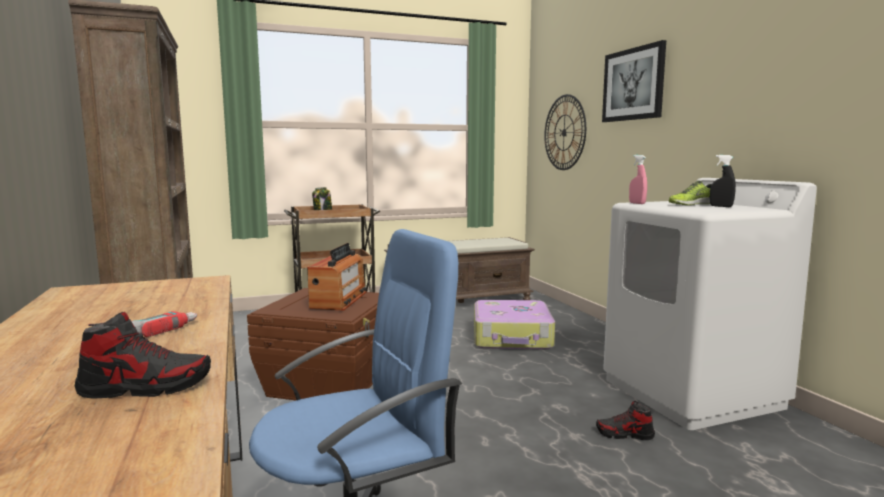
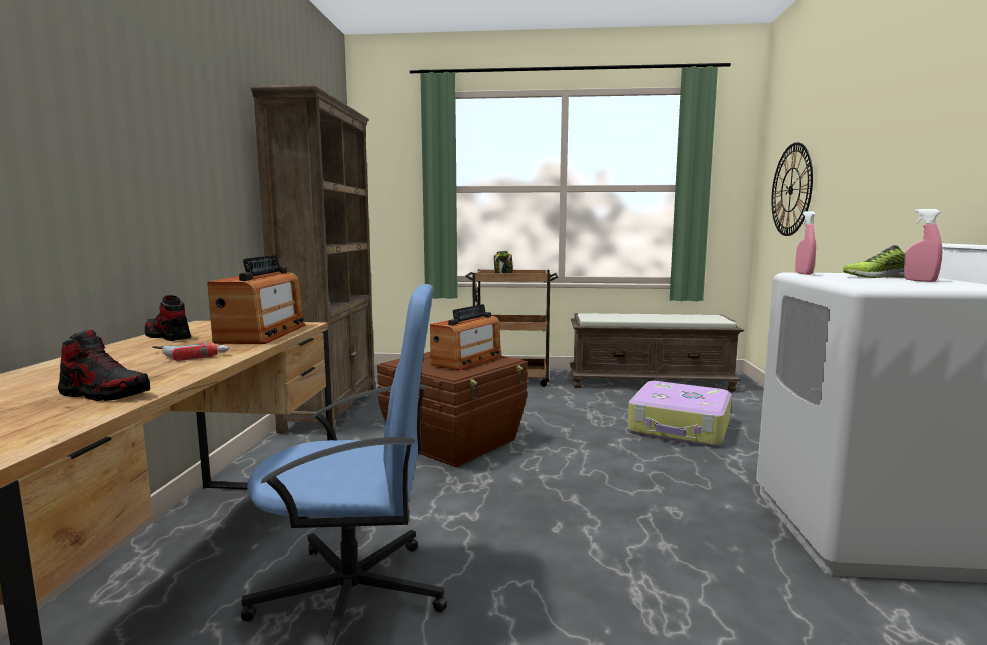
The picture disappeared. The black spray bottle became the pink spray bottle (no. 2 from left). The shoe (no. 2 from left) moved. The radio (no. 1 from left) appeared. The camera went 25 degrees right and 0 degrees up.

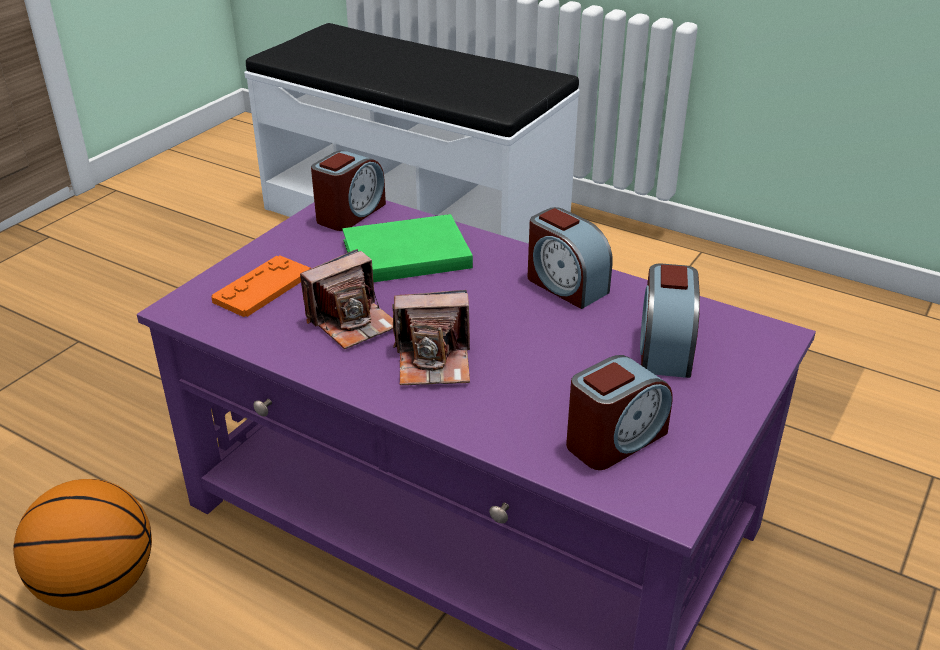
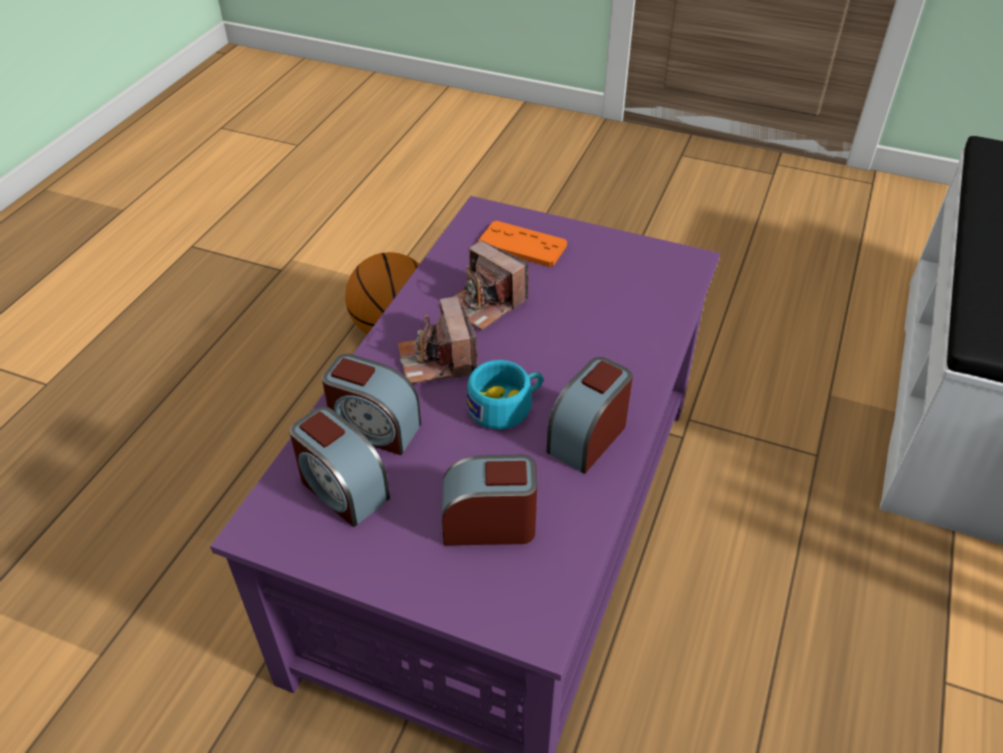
The alarm clock (no. 1 from left in the first image) moved. The green book disappeared. The turquoise cup appeared. The camera went 80 degrees right and 10 degrees up.

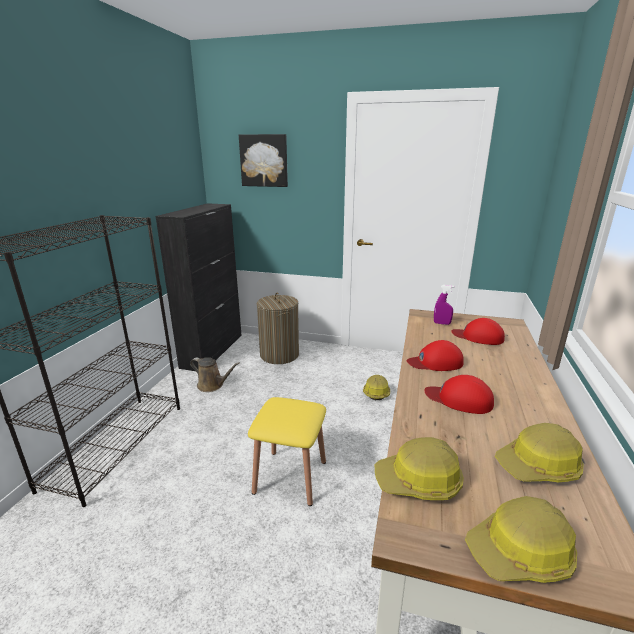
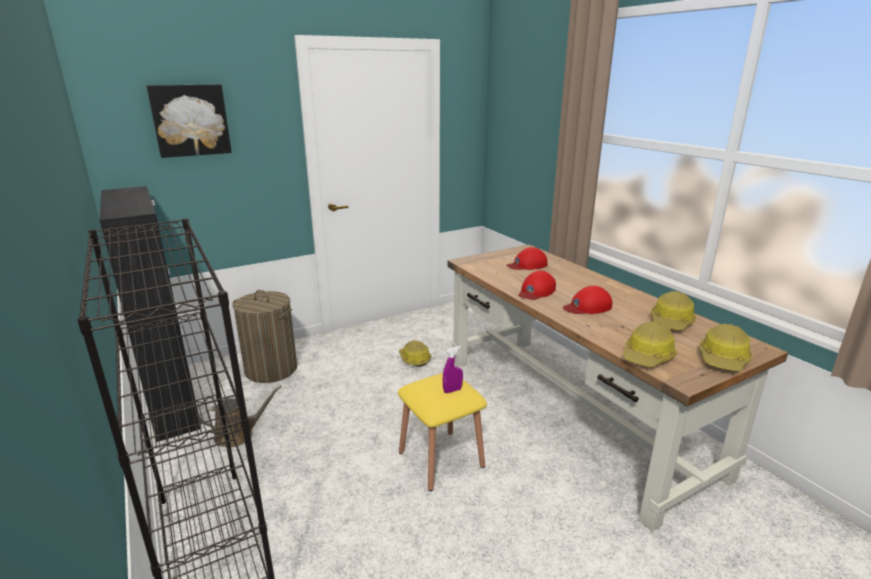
The purple spray bottle moved. The camera went 45 degrees left and 0 degrees up.

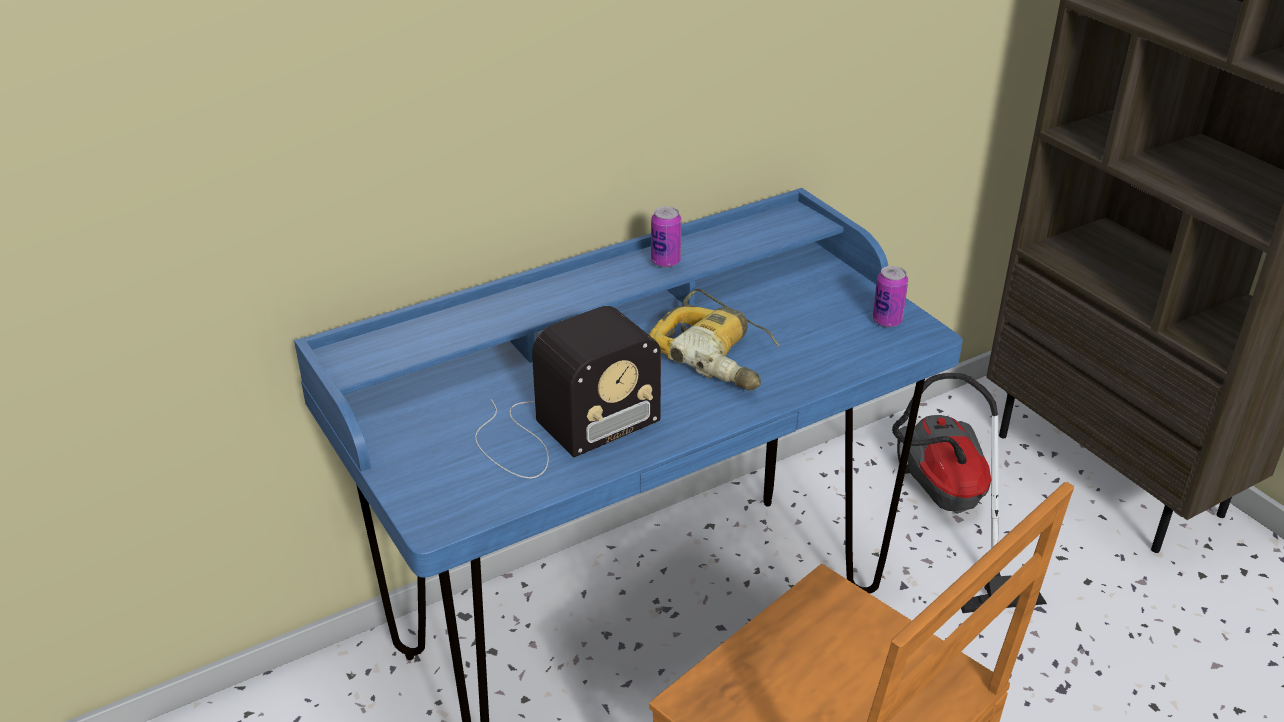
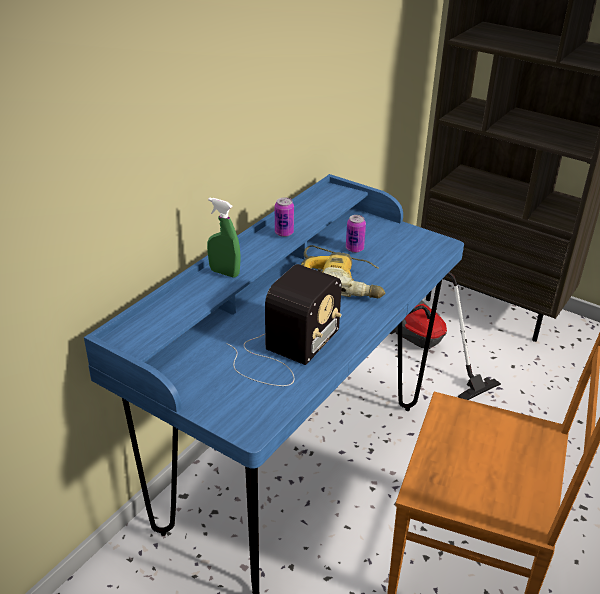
The can (no. 2 from left) moved. The green spray bottle appeared. The camera went 25 degrees left and 0 degrees up.

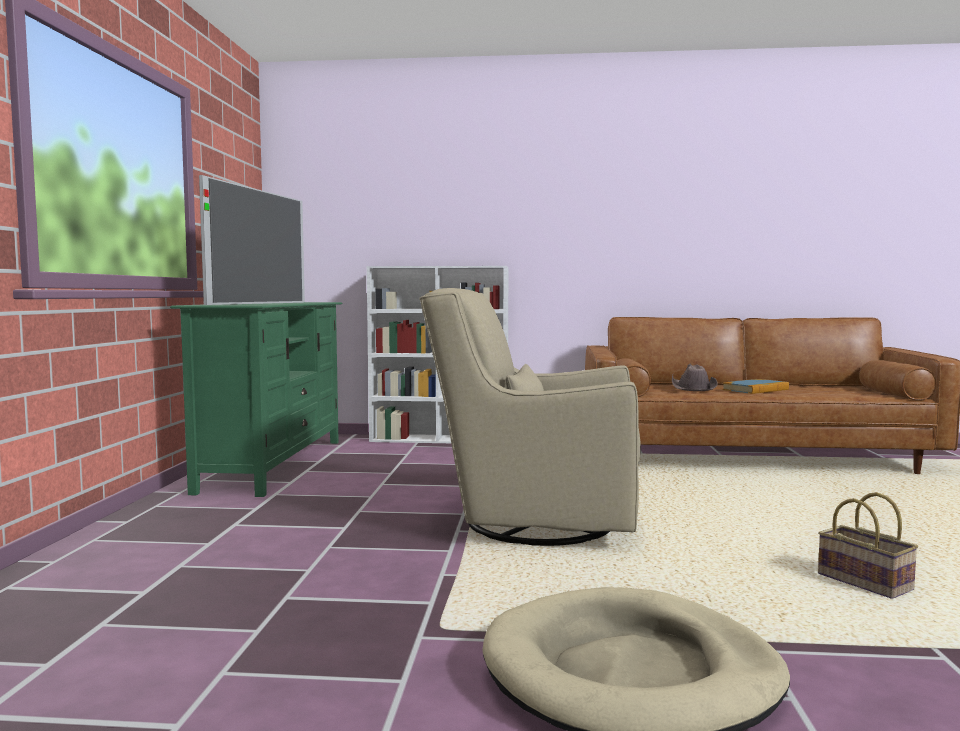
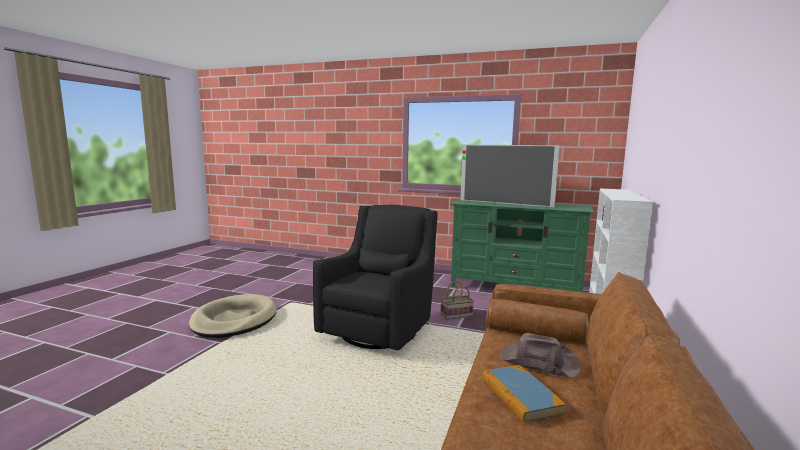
The beige armchair became the black armchair. The basket moved. The camera went 105 degrees right and 5 degrees up.

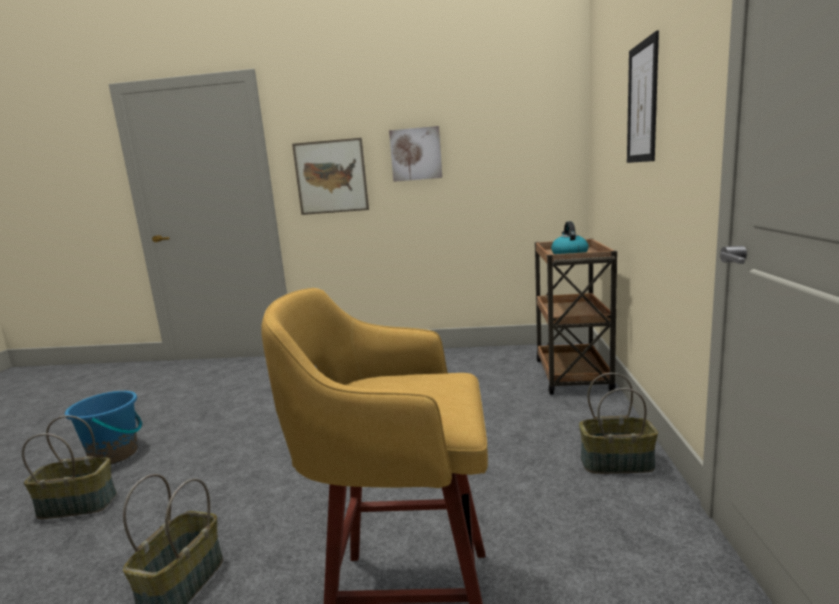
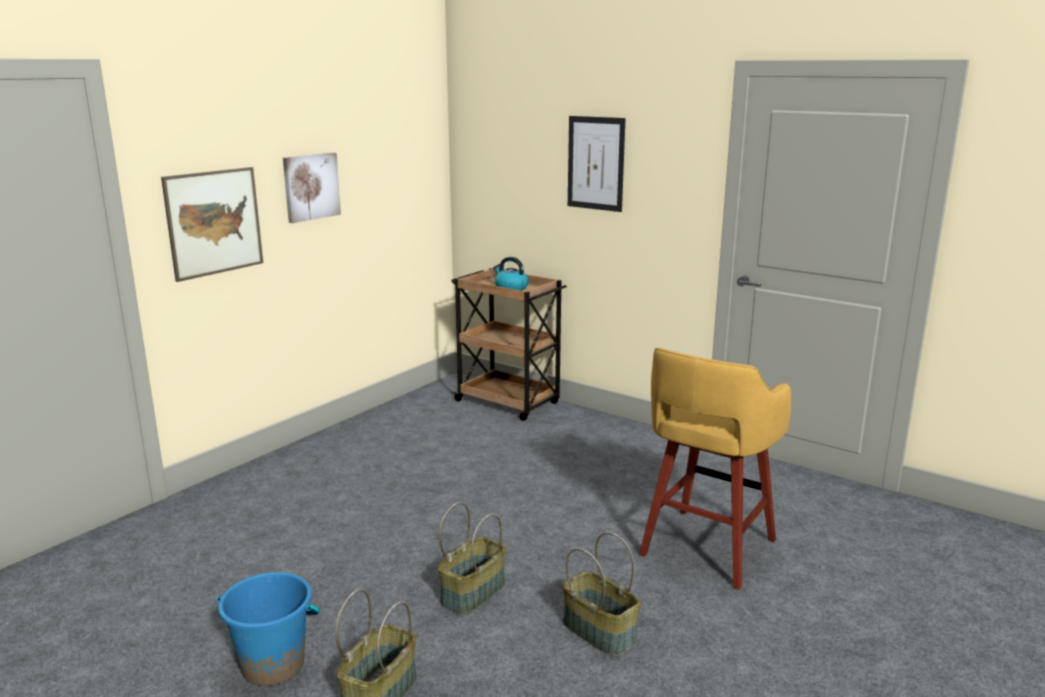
The basket (no. 3 from left in the first image) moved. The camera went 60 degrees left and 5 degrees up.

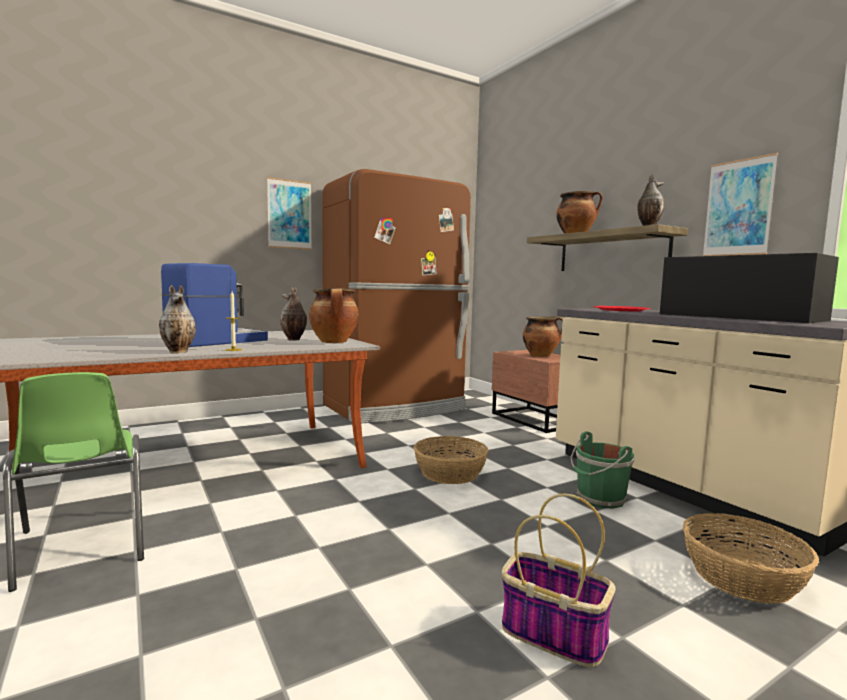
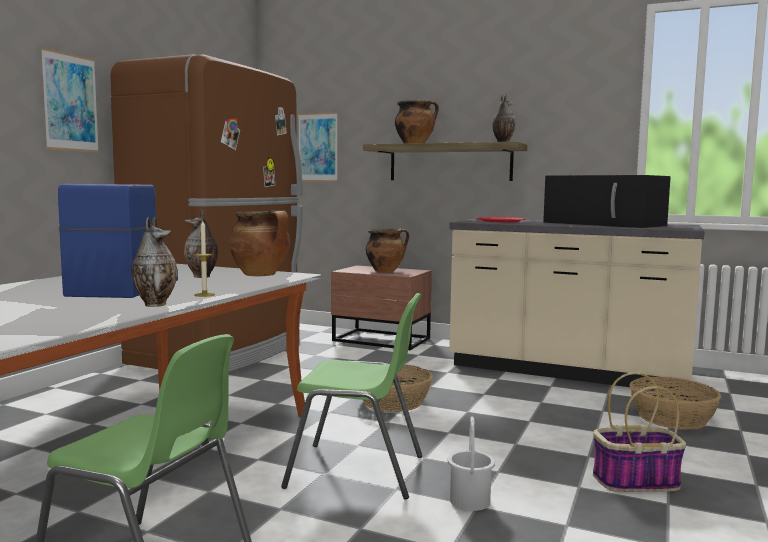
The picture (no. 2 from left) moved. The black microwave turned 150 degrees counterclockwise. The green bucket disappeared. The green chair (no. 2 from left) appeared. The white bucket appeared. The camera went 35 degrees left and 0 degrees up.

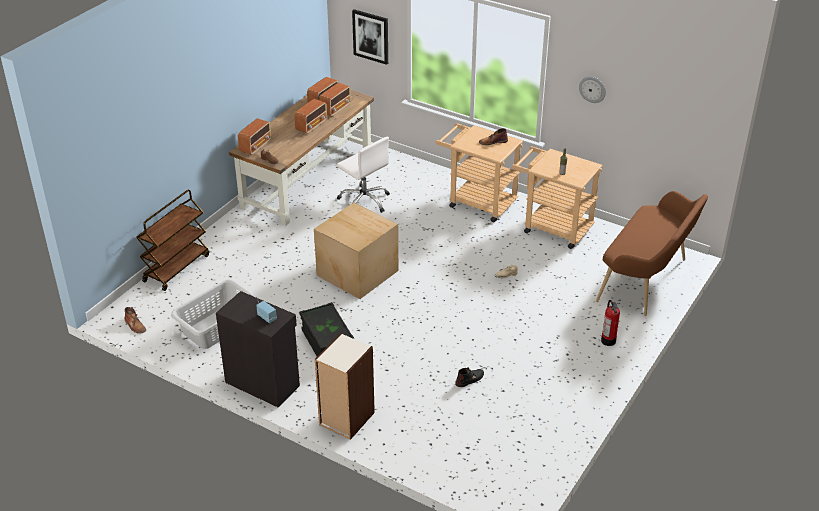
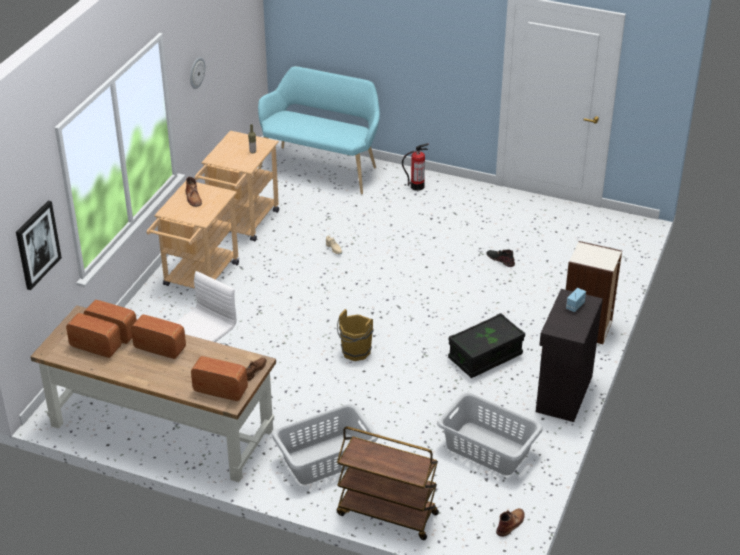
The brown bench became the turquoise bench. The cardboard box was replaced by the brown bucket. The grey laundry basket (no. 1 from left) appeared. The camera went 100 degrees left and 0 degrees up.

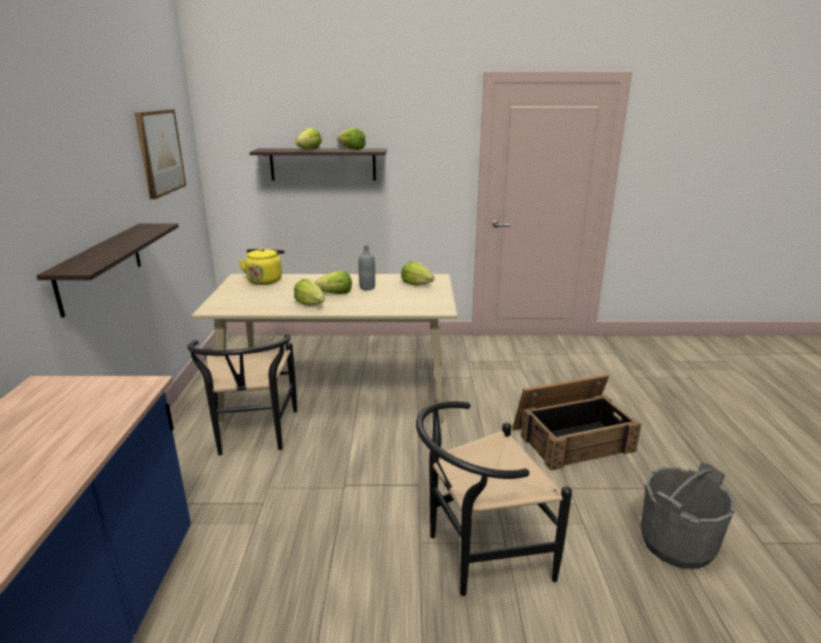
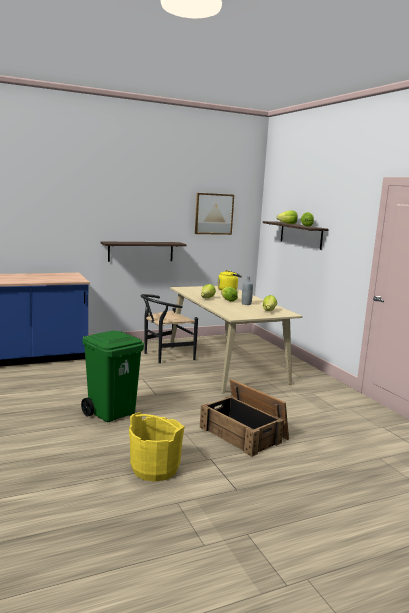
The black chair (no. 2 from left) was replaced by the green trash can. The grey bucket became the yellow bucket. The camera went 65 degrees right and 10 degrees down.

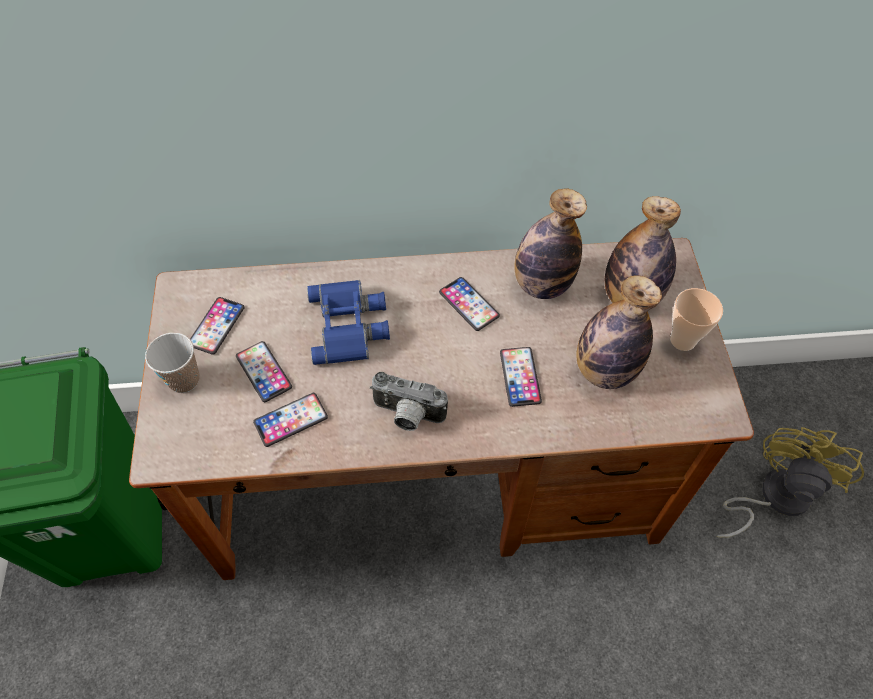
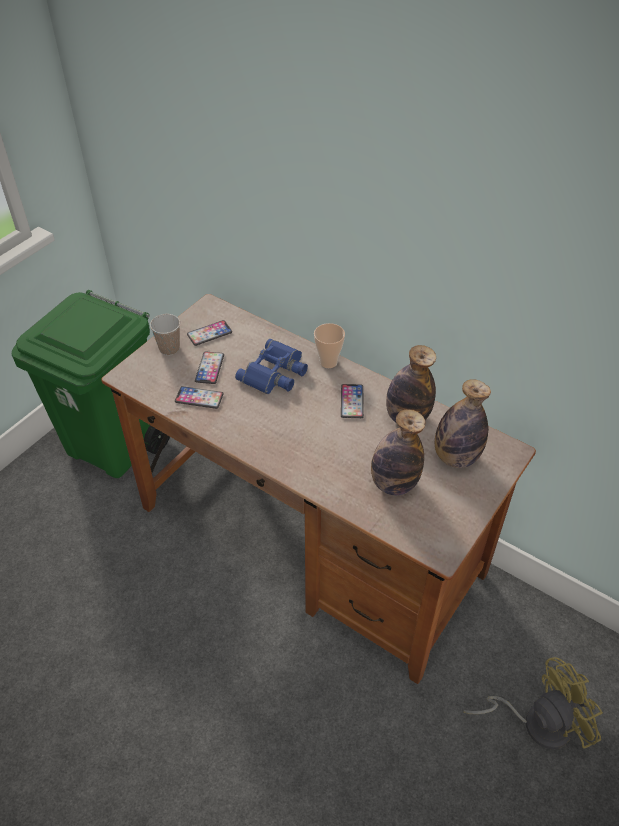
The cup (no. 2 from left) moved. The phone (no. 5 from left) disappeared. The photo camera disappeared. The camera went 40 degrees right and 10 degrees down.

